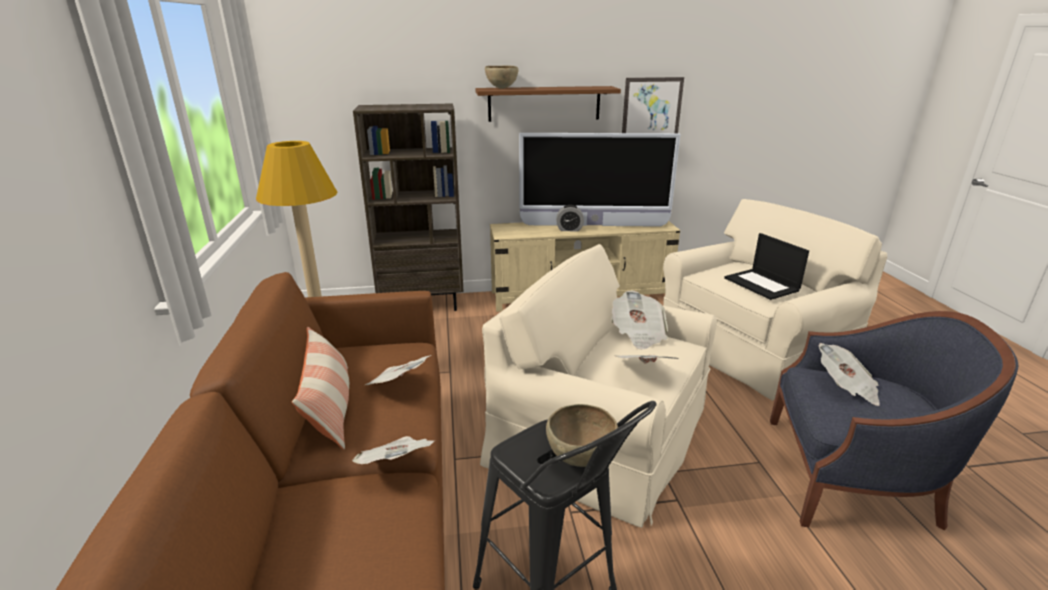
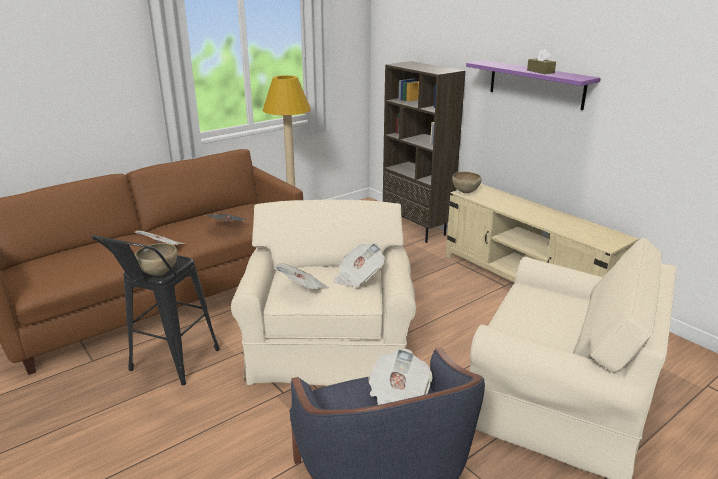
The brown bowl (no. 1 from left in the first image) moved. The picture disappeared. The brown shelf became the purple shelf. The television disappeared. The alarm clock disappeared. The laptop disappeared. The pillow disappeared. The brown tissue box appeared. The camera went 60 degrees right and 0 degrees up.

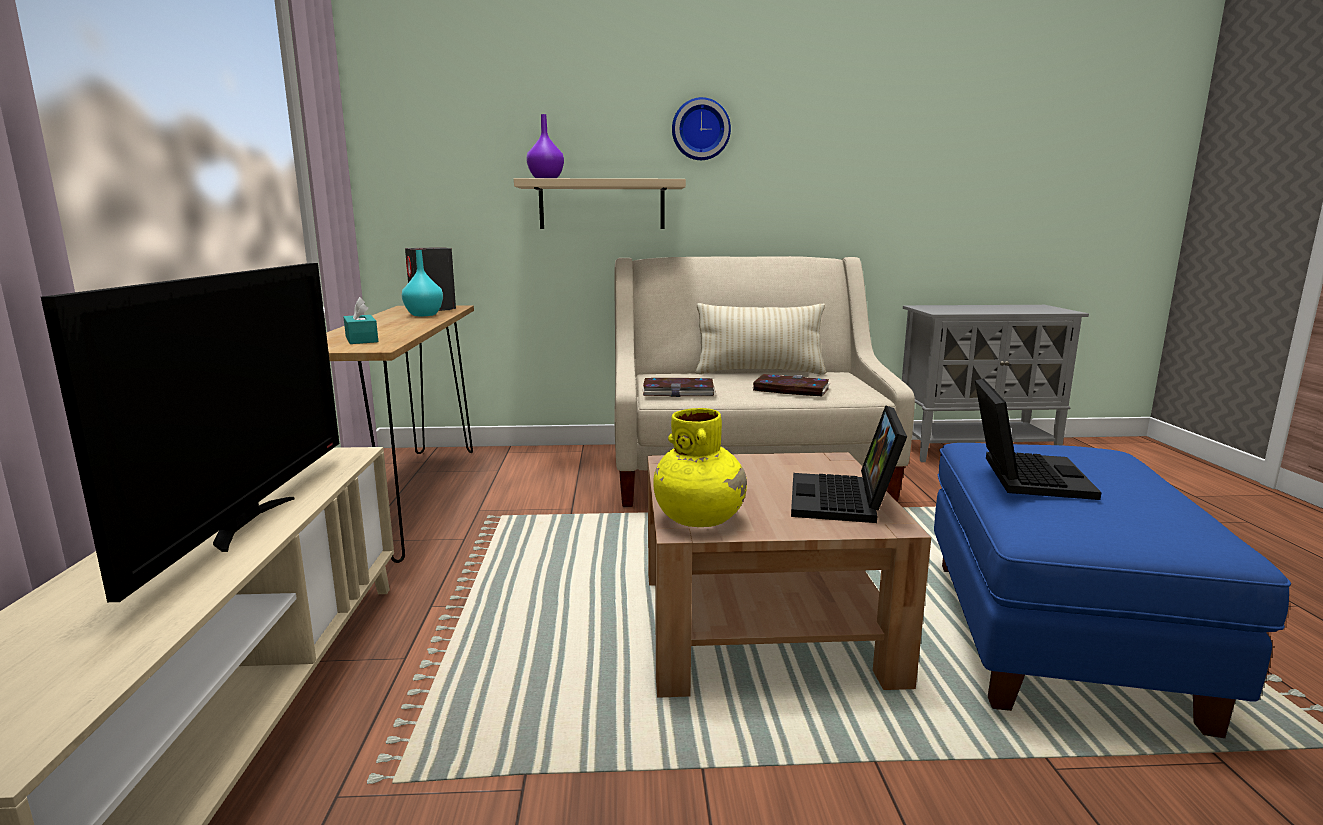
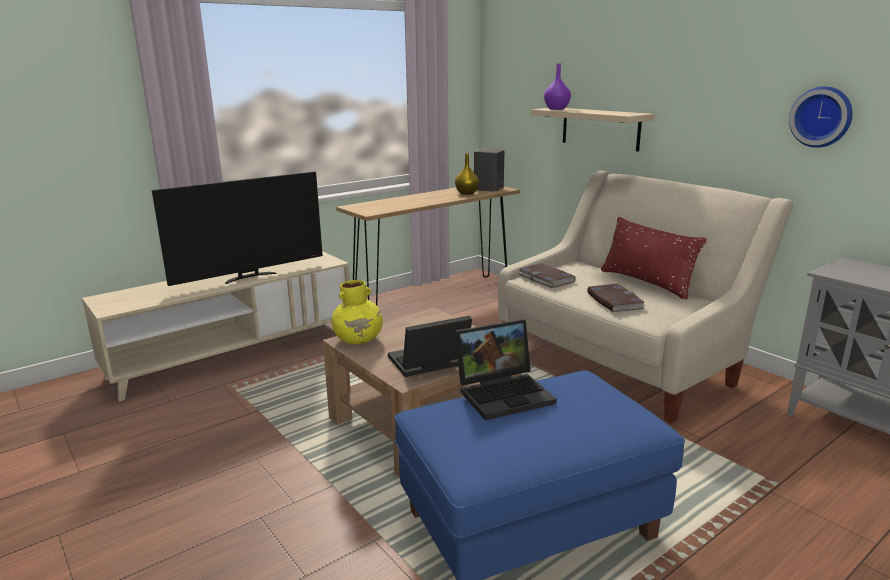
The wall clock moved. The turquoise vase became the yellow vase (no. 2 from left). The turquoise tissue box disappeared. The beige pillow became the red pillow. The camera went 55 degrees right and 5 degrees up.

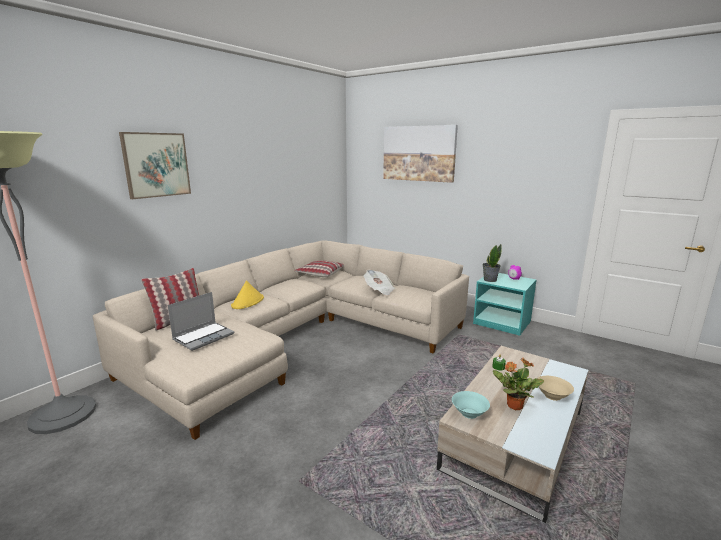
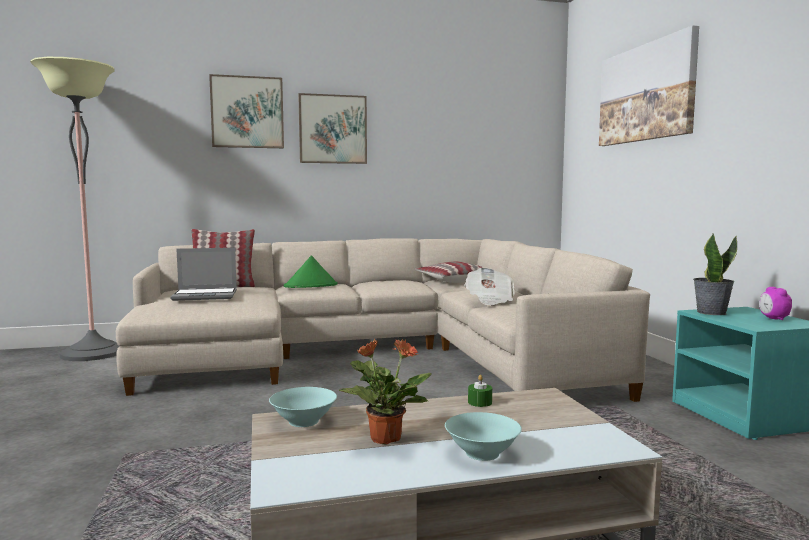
The yellow hat became the green hat. The beige bowl became the turquoise bowl (no. 2 from left). The picture (no. 2 from left) appeared. The camera went 40 degrees right and 10 degrees down.

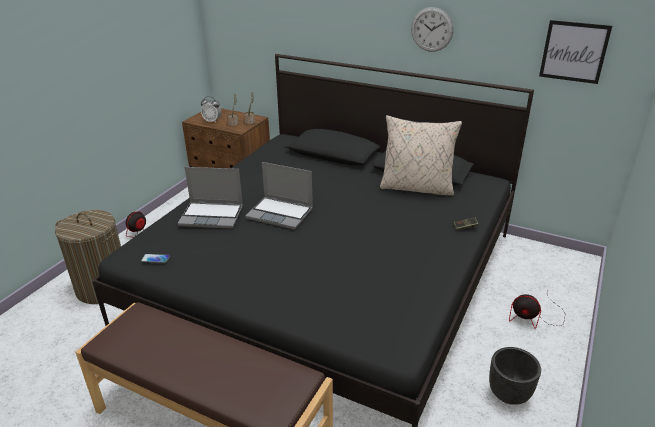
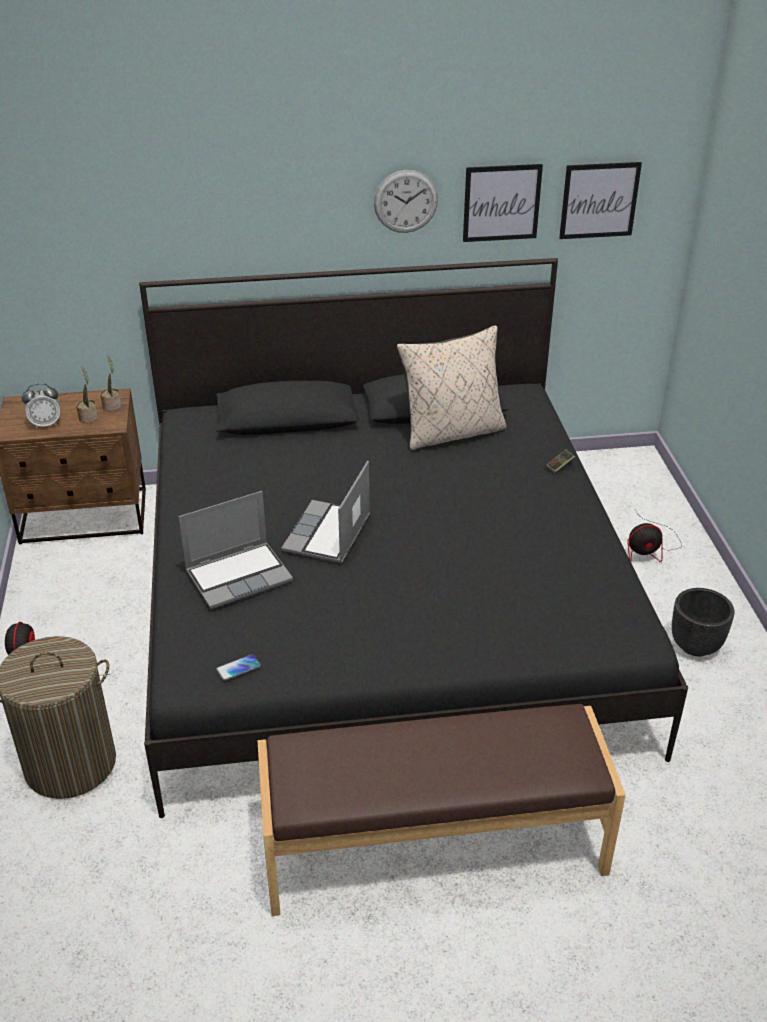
The laptop (no. 2 from left) turned 120 degrees clockwise. The picture (no. 1 from left) appeared. The camera went 35 degrees left and 5 degrees up.

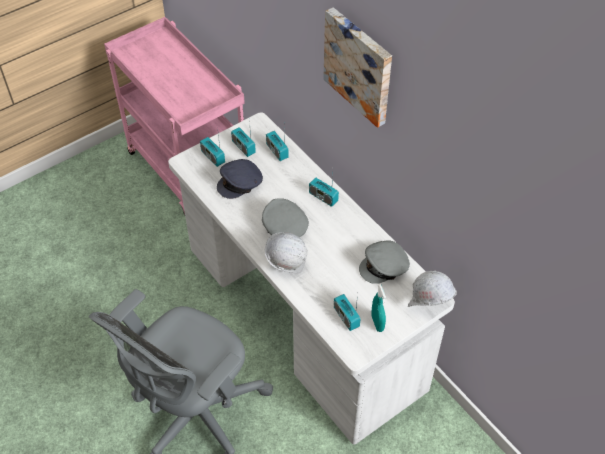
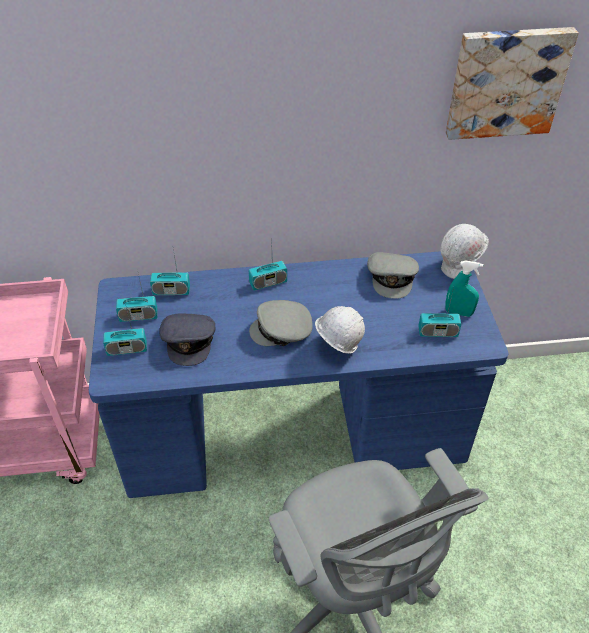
The picture moved. The white desk became the blue desk. The camera went 60 degrees left and 5 degrees down.

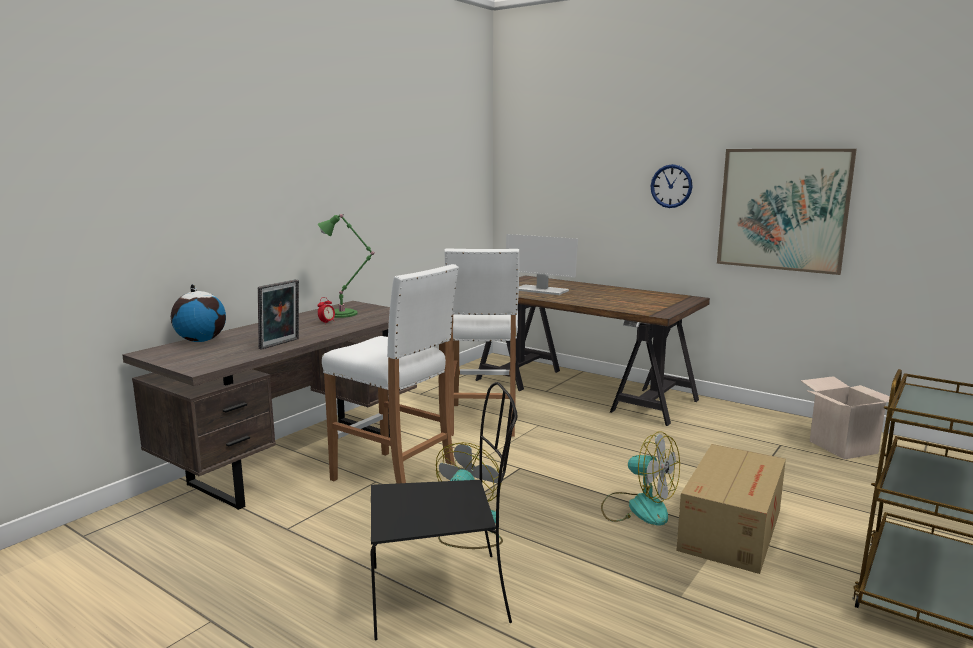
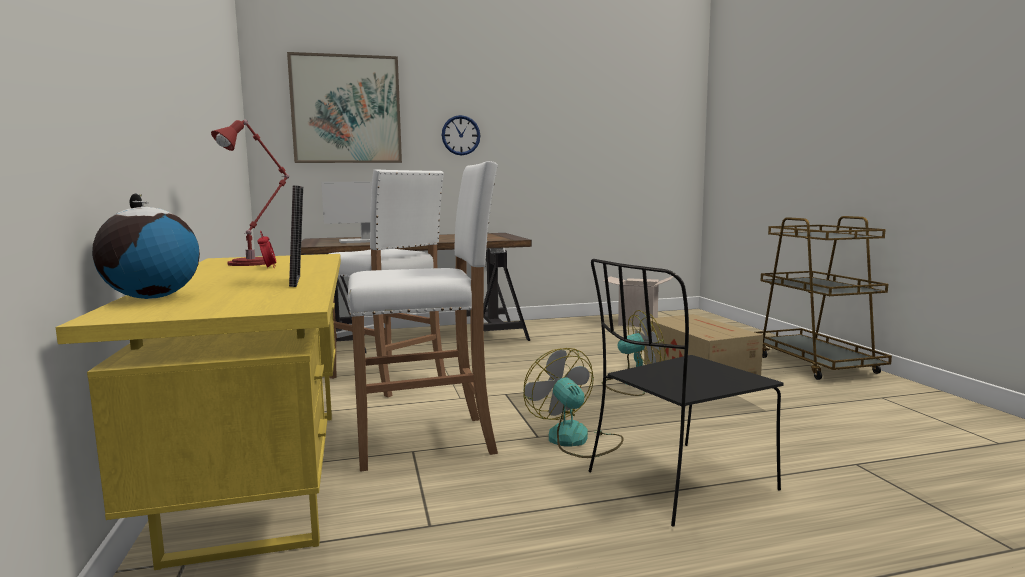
The picture moved. The green table lamp became the red table lamp. The brown desk (no. 1 from left) became the yellow desk. The black chair turned 150 degrees counterclockwise. The camera went 50 degrees left and 5 degrees down.

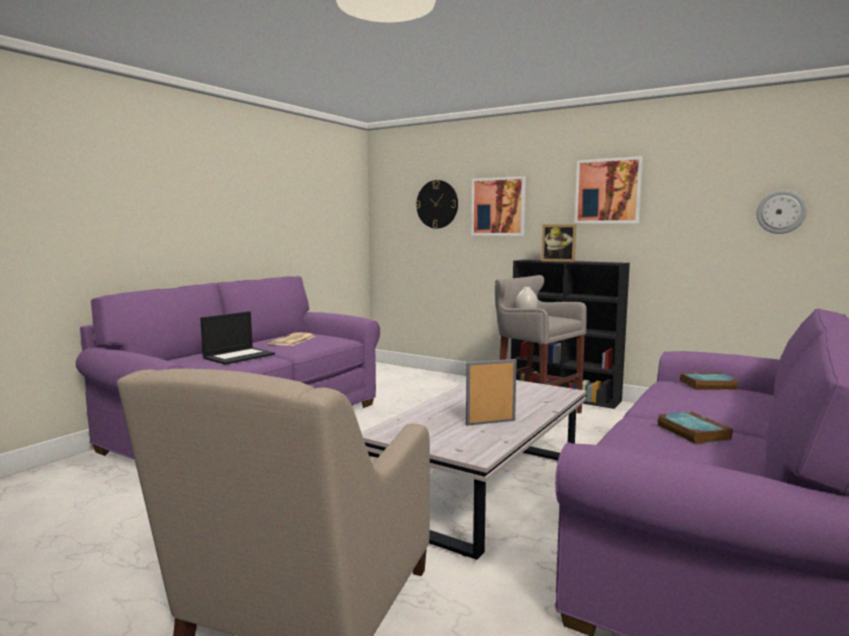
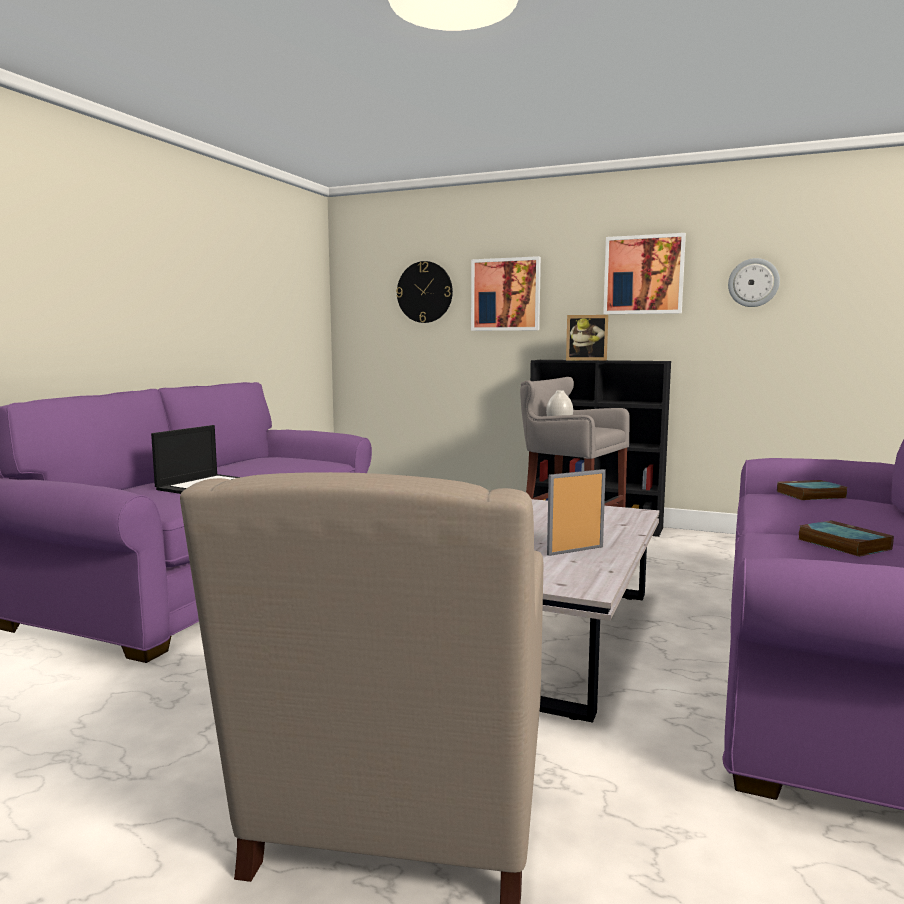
The wall clock (no. 2 from left) moved. The newspaper disappeared. The camera went 10 degrees left and 0 degrees up.

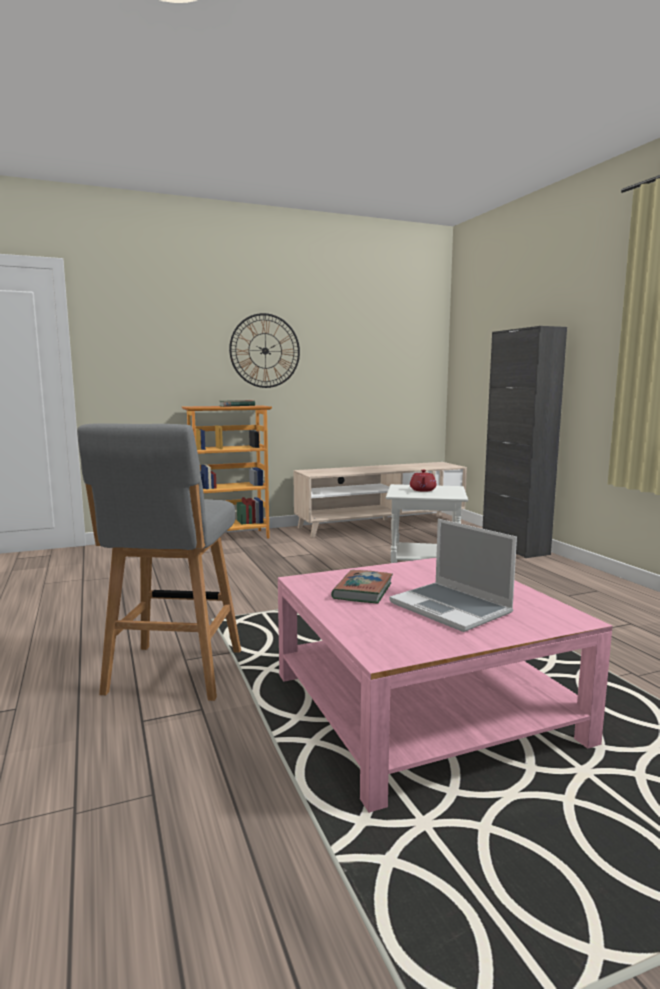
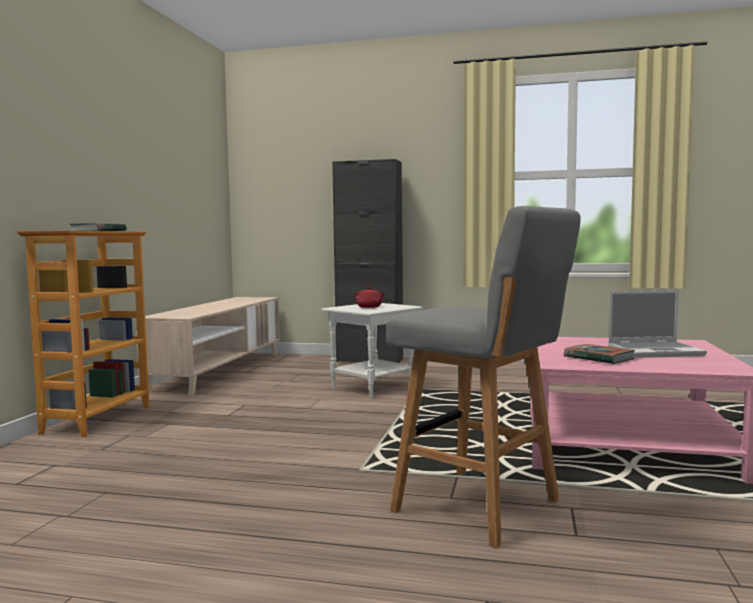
The wall clock disappeared. The camera went 55 degrees left and 5 degrees down.

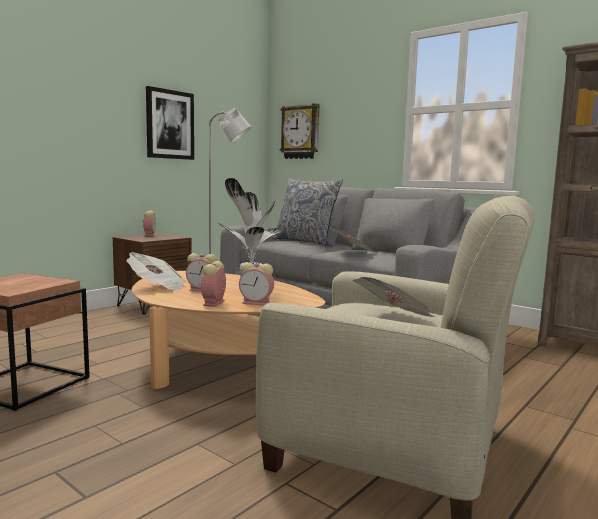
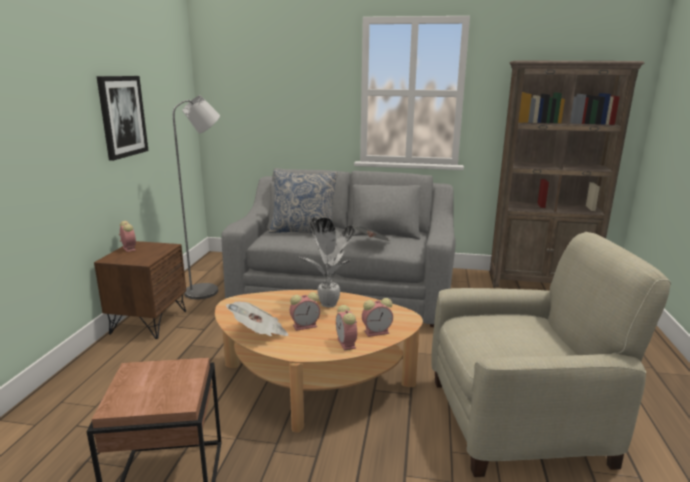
The wall clock disappeared. The newspaper (no. 3 from left) disappeared. The camera went 30 degrees left and 10 degrees up.

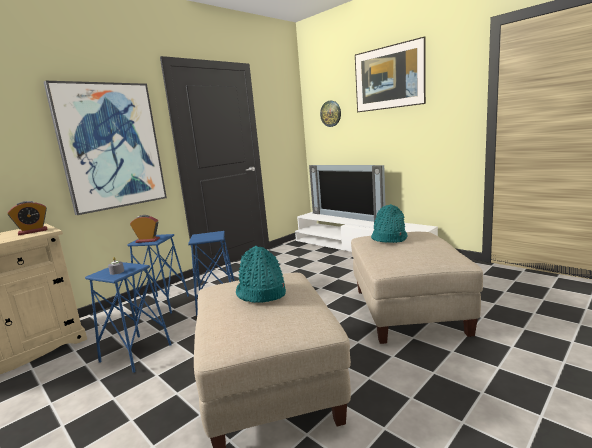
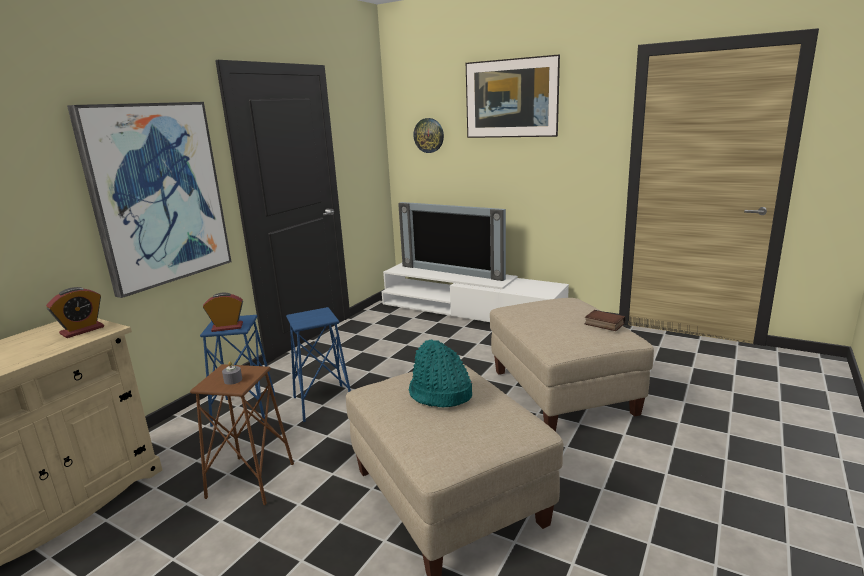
The turquoise hat (no. 2 from left) disappeared. The blue stool (no. 1 from left) became the brown stool. The book appeared. The camera went 15 degrees left and 5 degrees up.

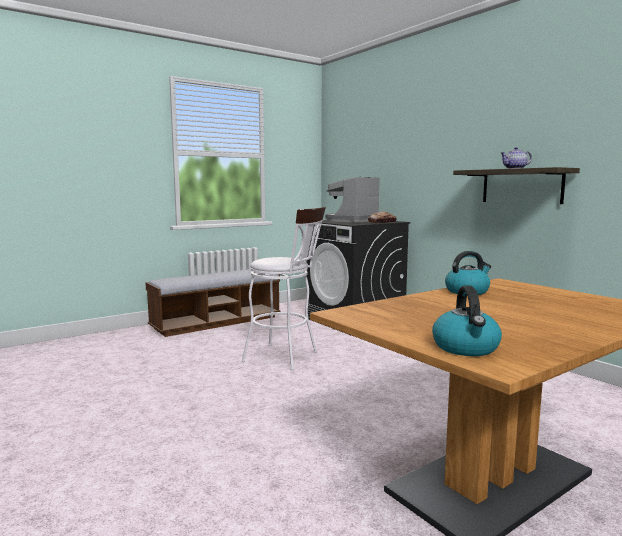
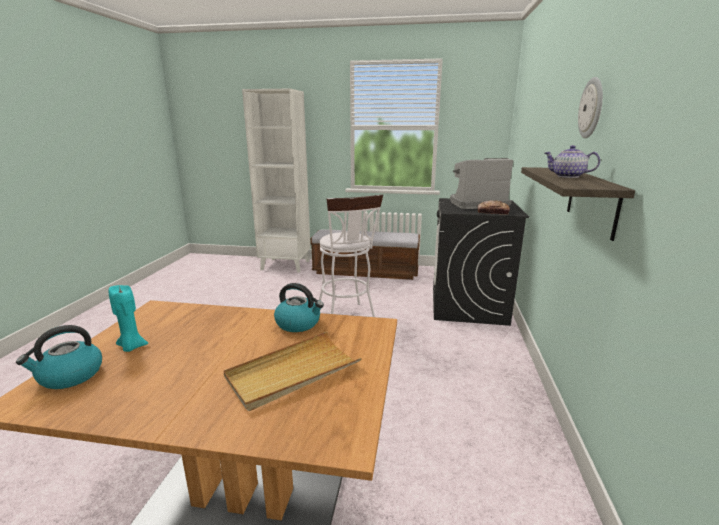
The wall clock appeared. The white bookcase appeared. The turquoise candle appeared. The beige tray appeared. The camera went 45 degrees right and 10 degrees up.

